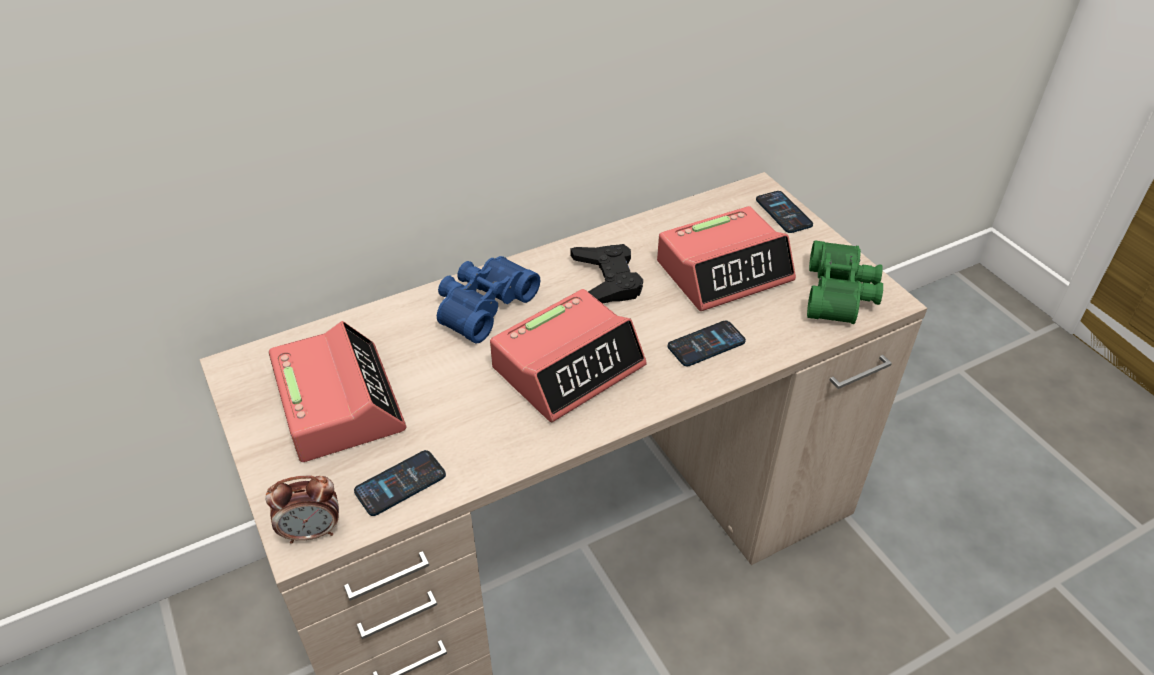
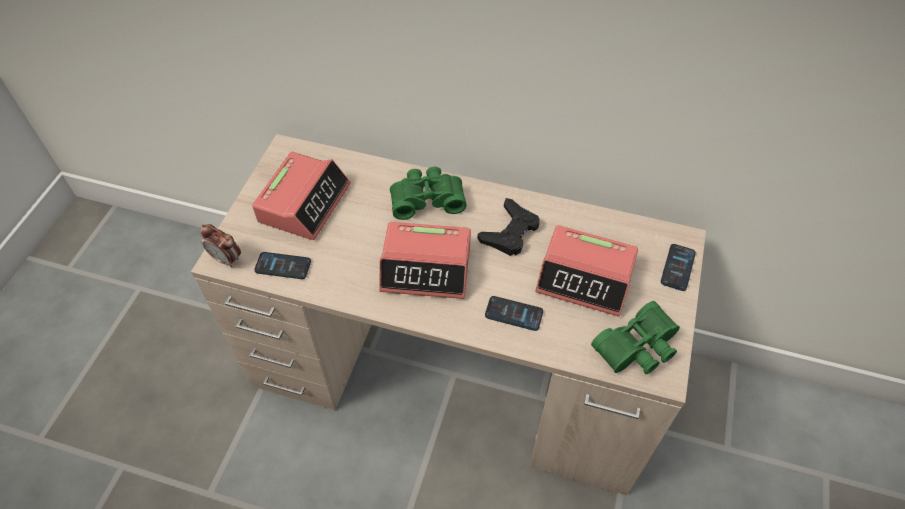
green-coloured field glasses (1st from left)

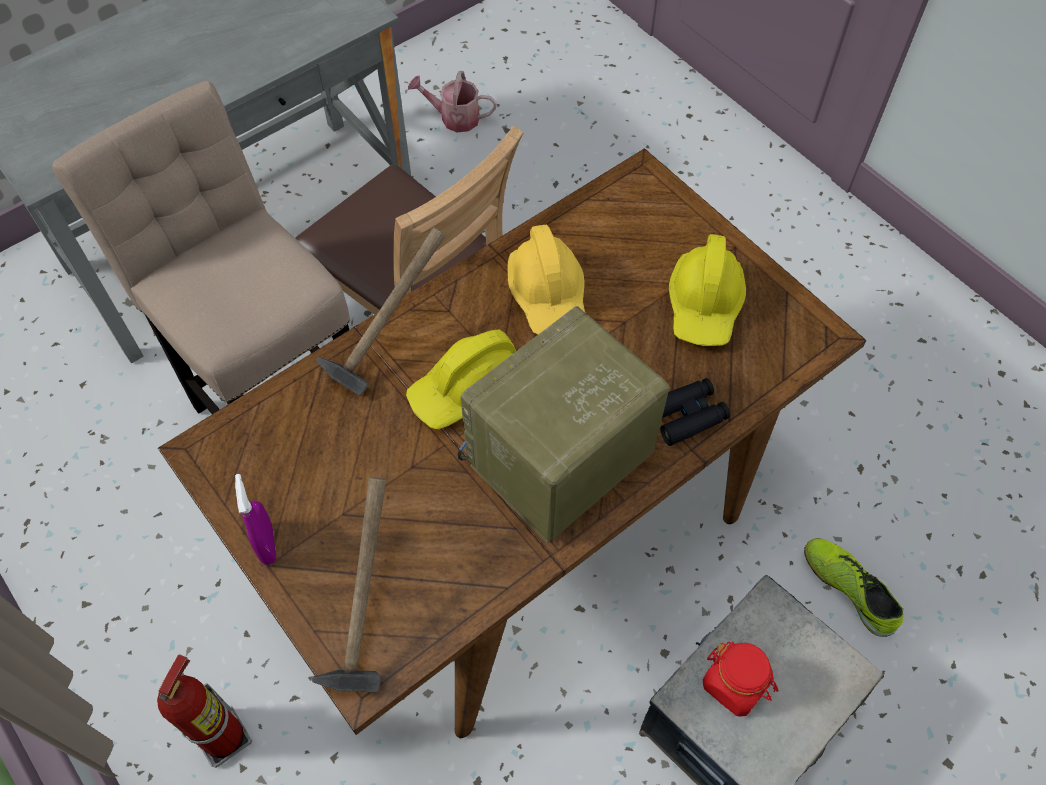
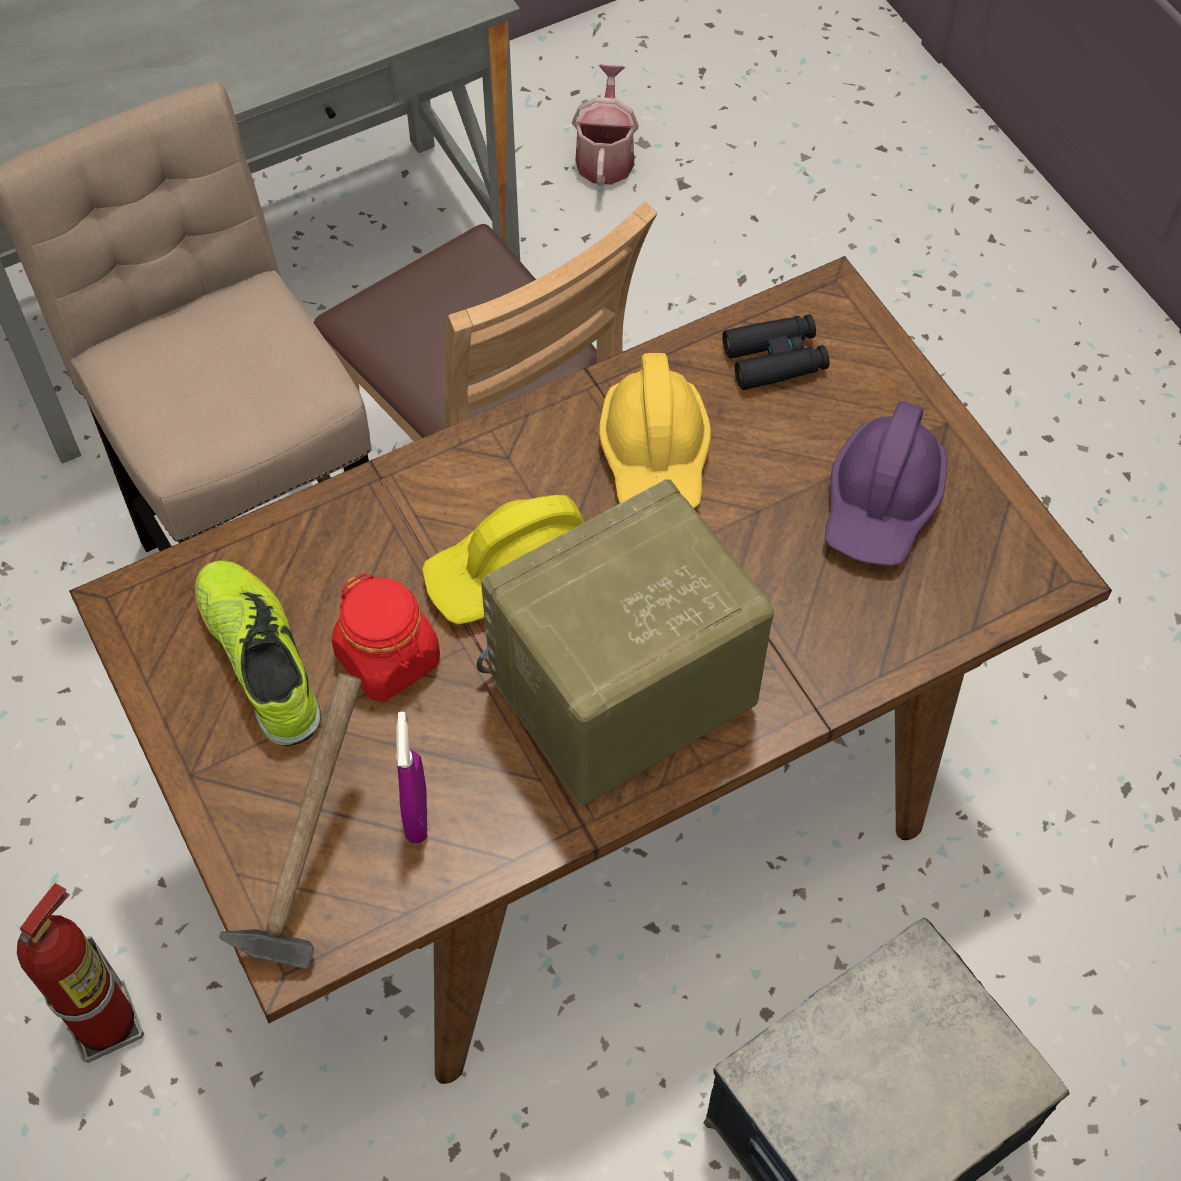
watering pot; tool hammer (2nd from left in the first image); purple-coloured hard hat; blackish field glasses; purple-coloured sprayer; low shoe; red-coloured jar

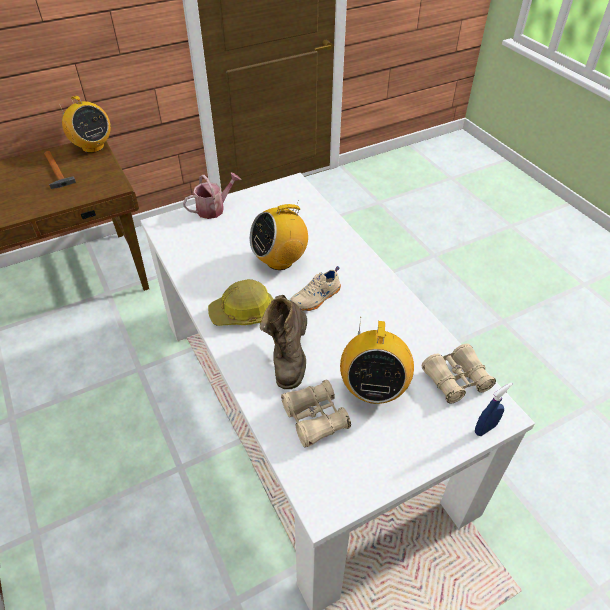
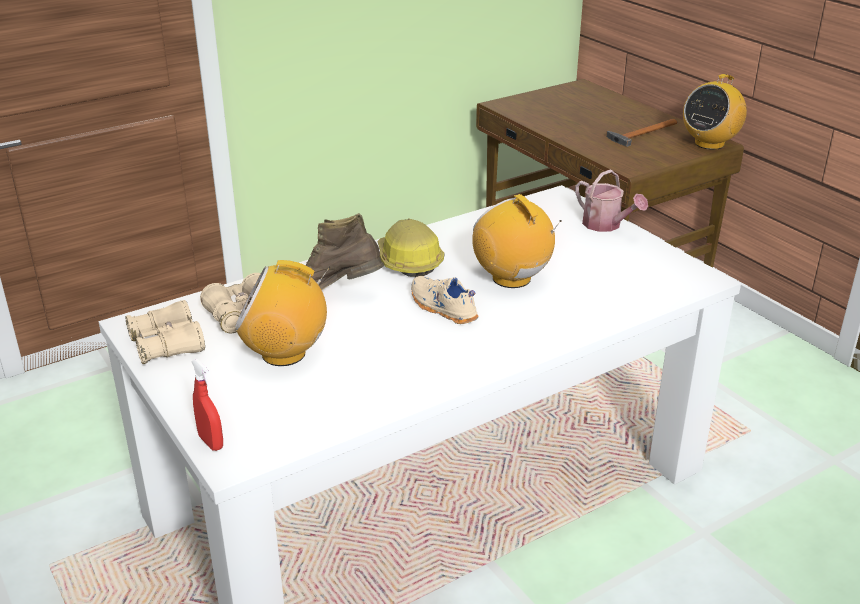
beige field glasses (1st from left); red-coloured sprayer

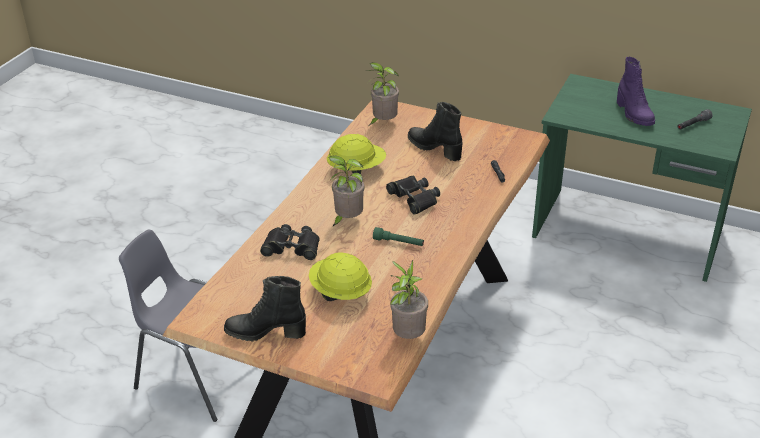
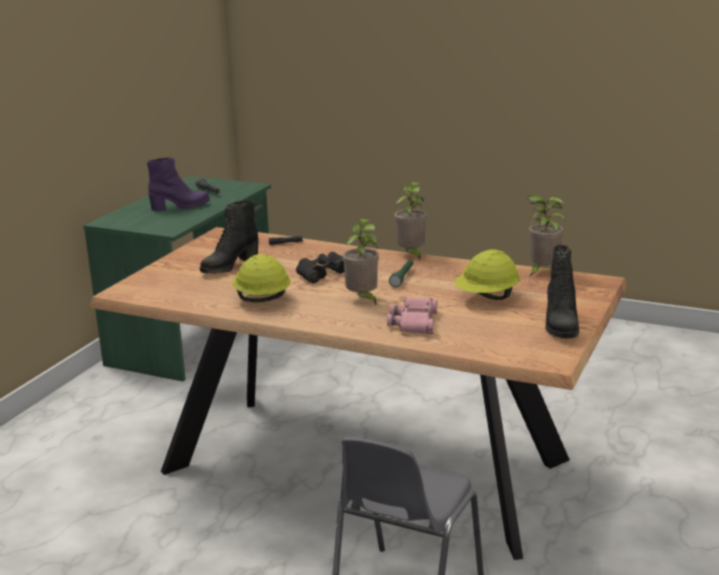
potted plant (2nd from left); pinkish field glasses

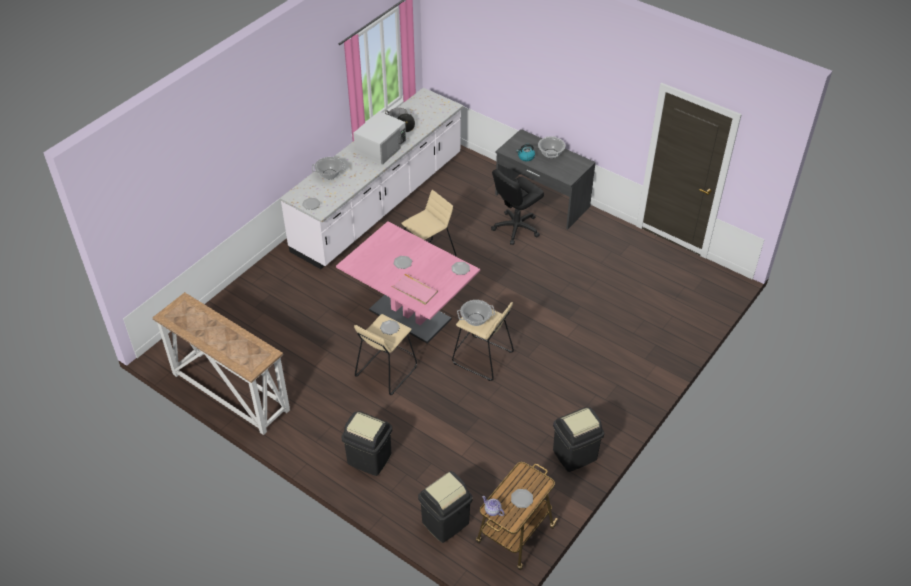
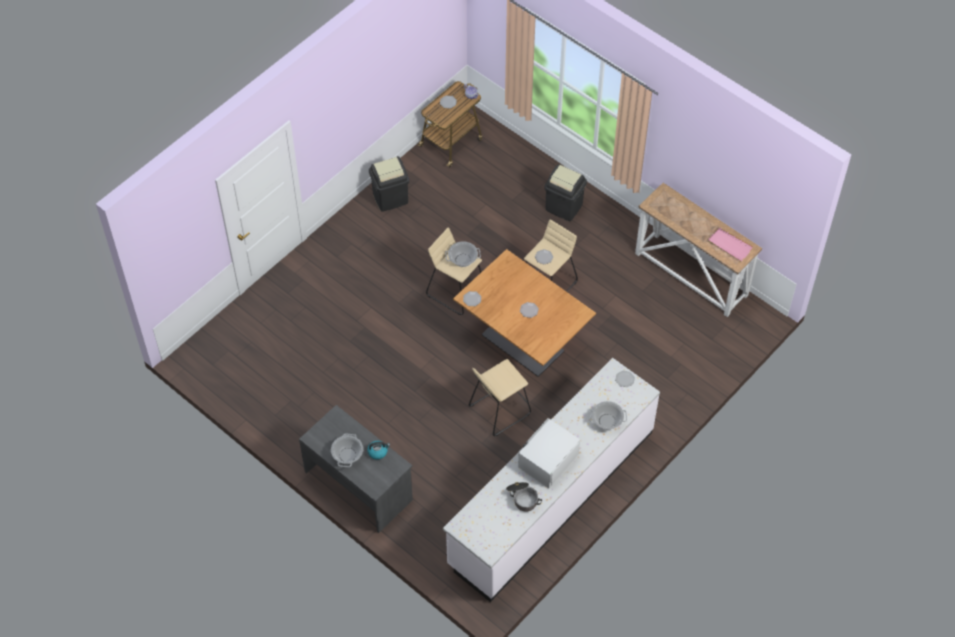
blackish office chair; brown dining table; pinkish carrying tray; blackish trash can (2nd from left in the first image)

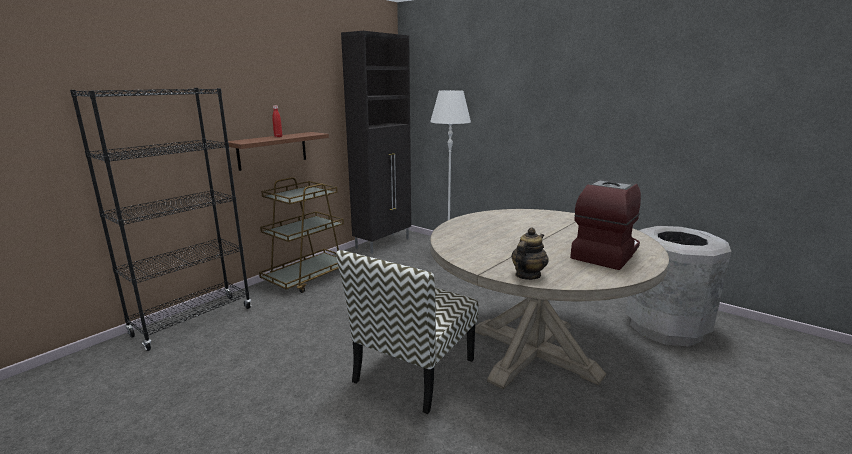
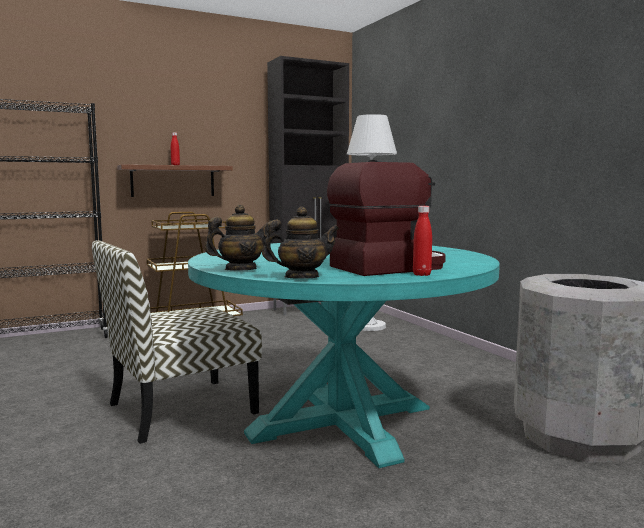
turquoise-coloured dining table; red-coloured drink bottle (2nd from left); pot for tea (2nd from left)

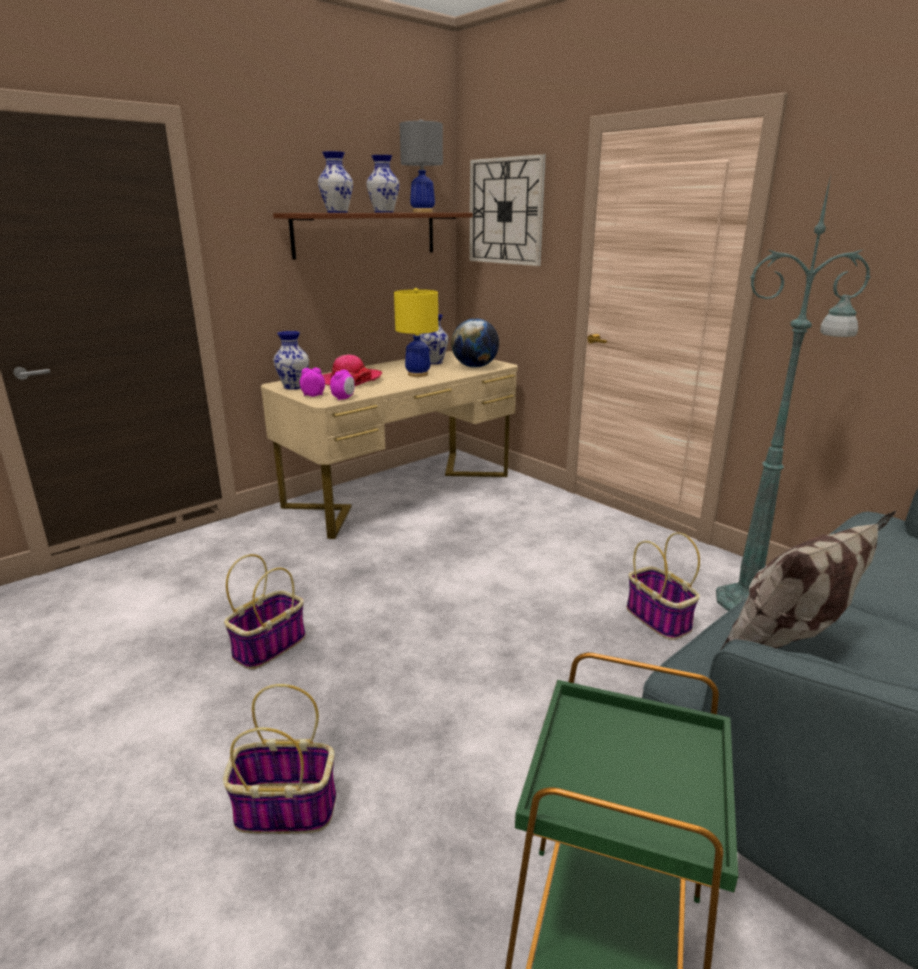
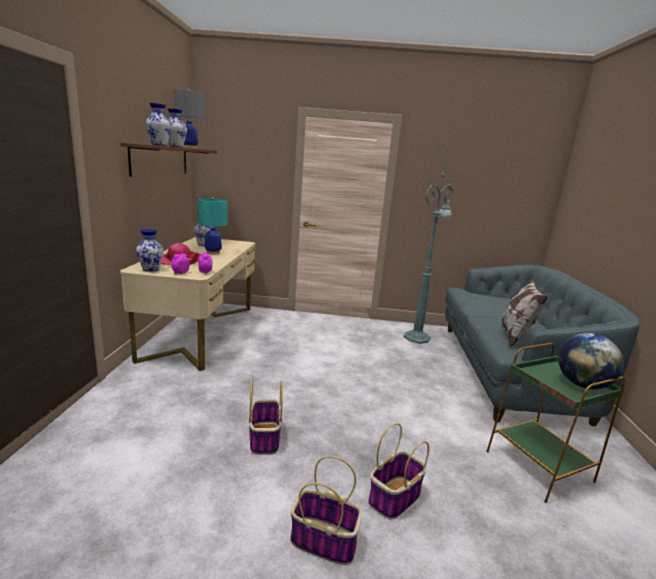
hanging clock; turquoise-coloured tabletop lamp; world globe; basket (2nd from left)

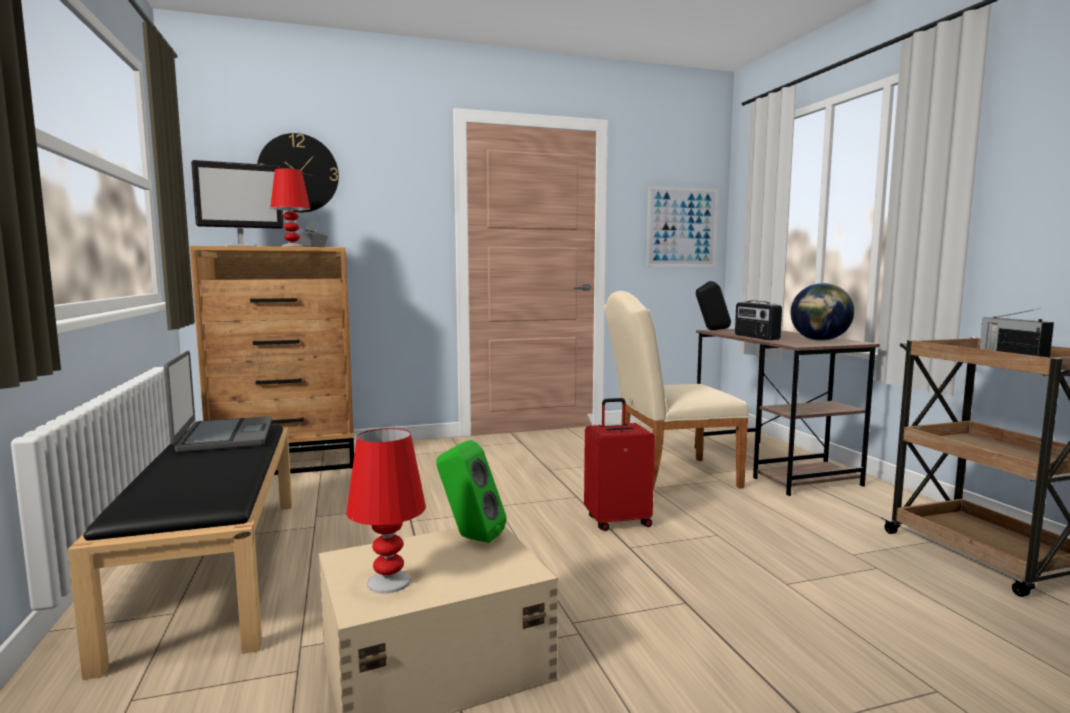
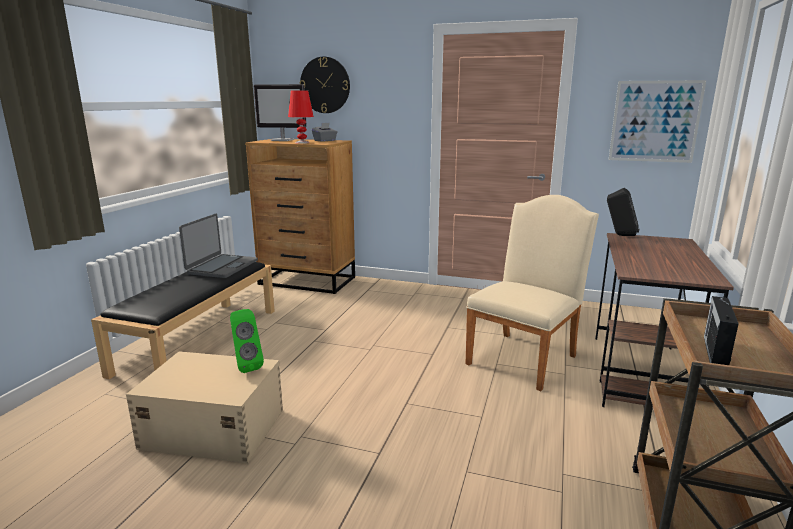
world globe; beige plain chair; radio (1st from left in the first image); red-coloured suitcase; red-coloured tabletop lamp (2nd from left in the first image)

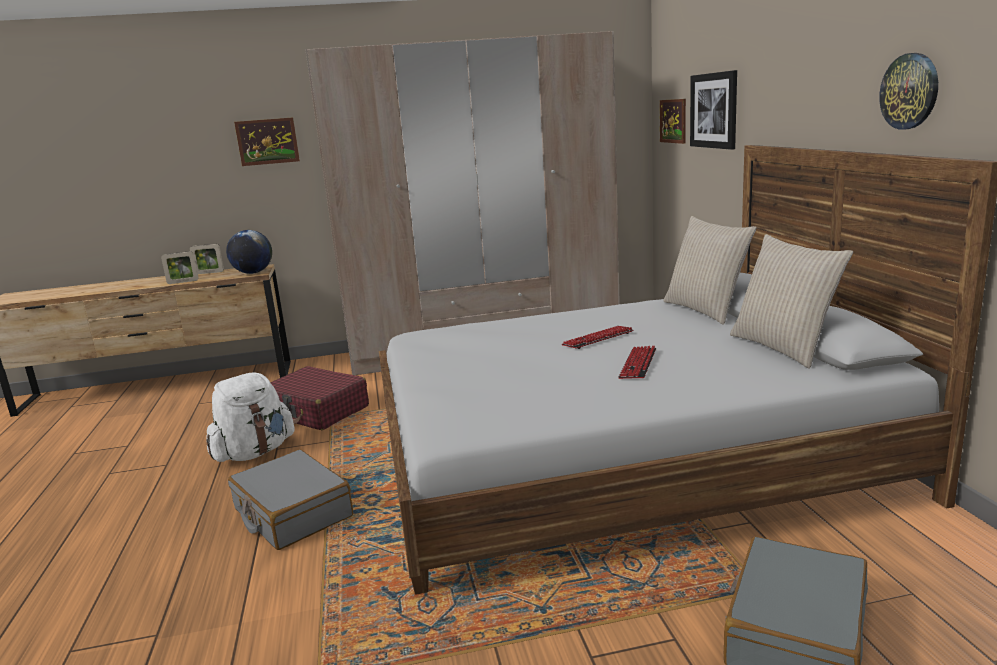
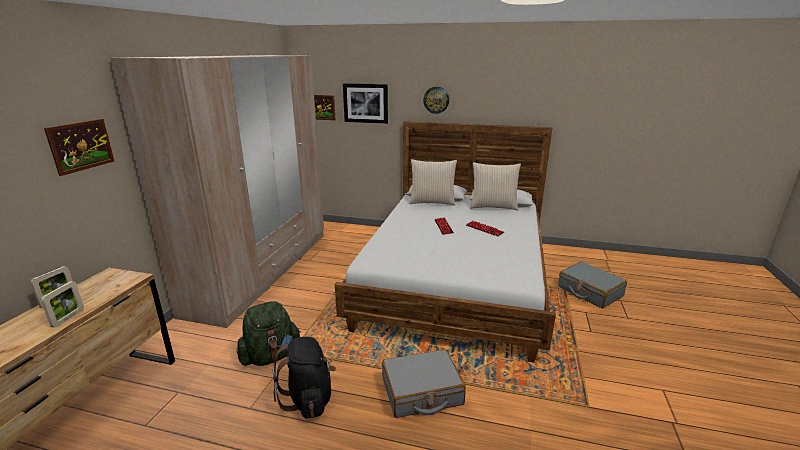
hanging clock; world globe; green-coloured backpack; blackish backpack

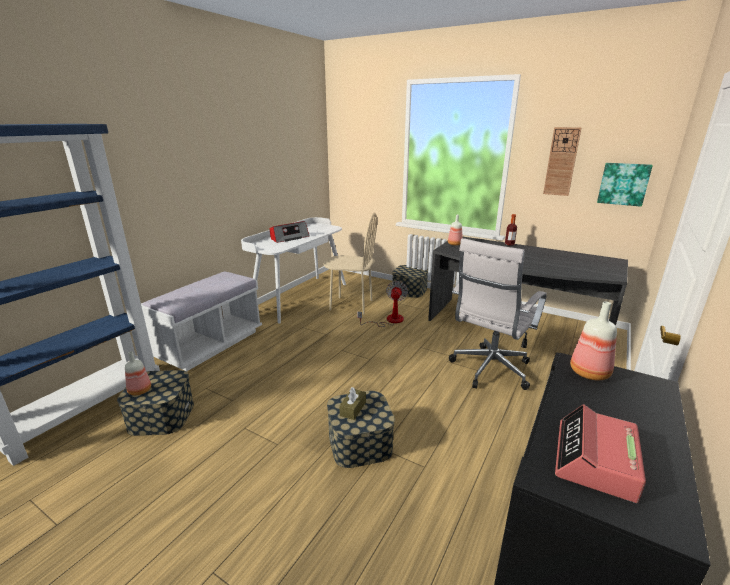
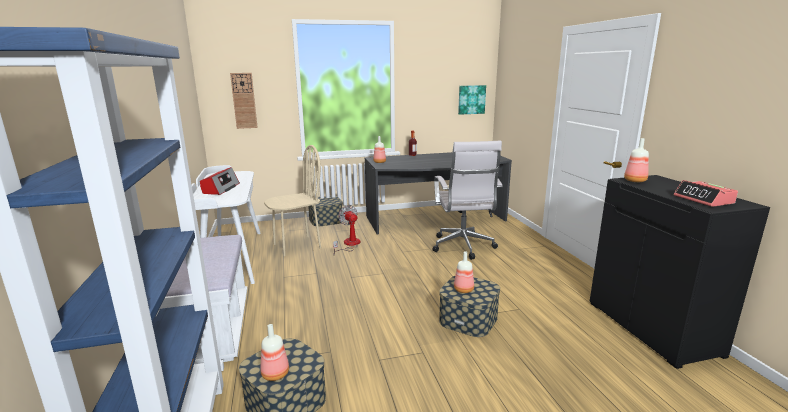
hanging clock; drink bottle (4th from left)

